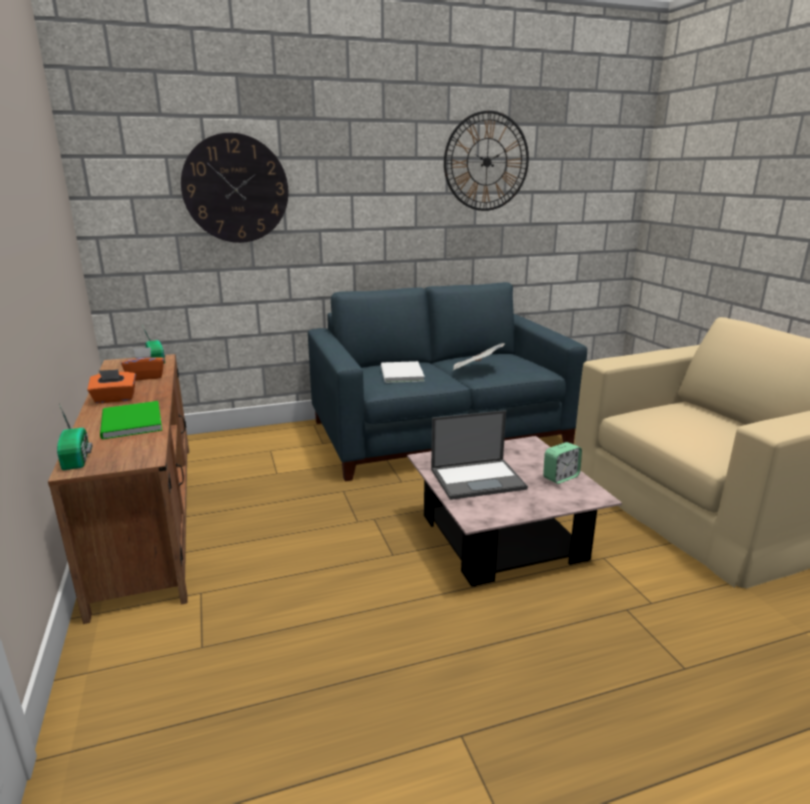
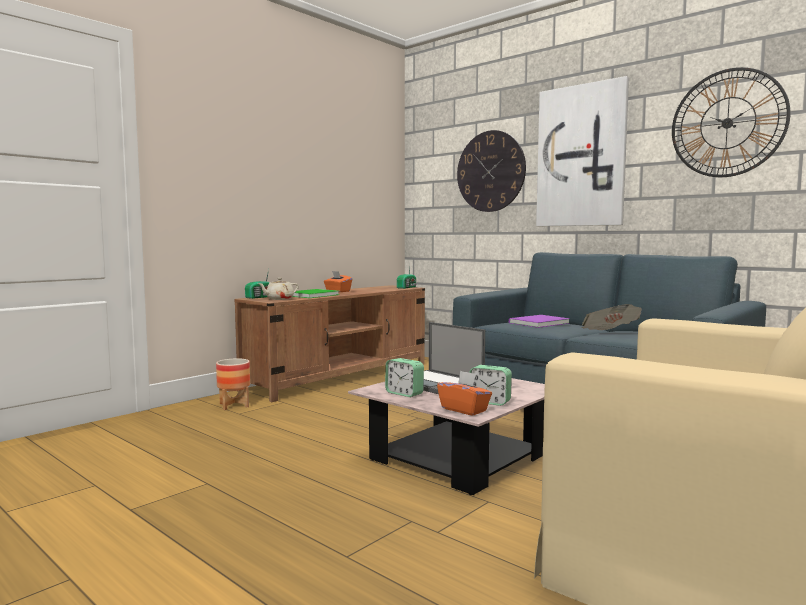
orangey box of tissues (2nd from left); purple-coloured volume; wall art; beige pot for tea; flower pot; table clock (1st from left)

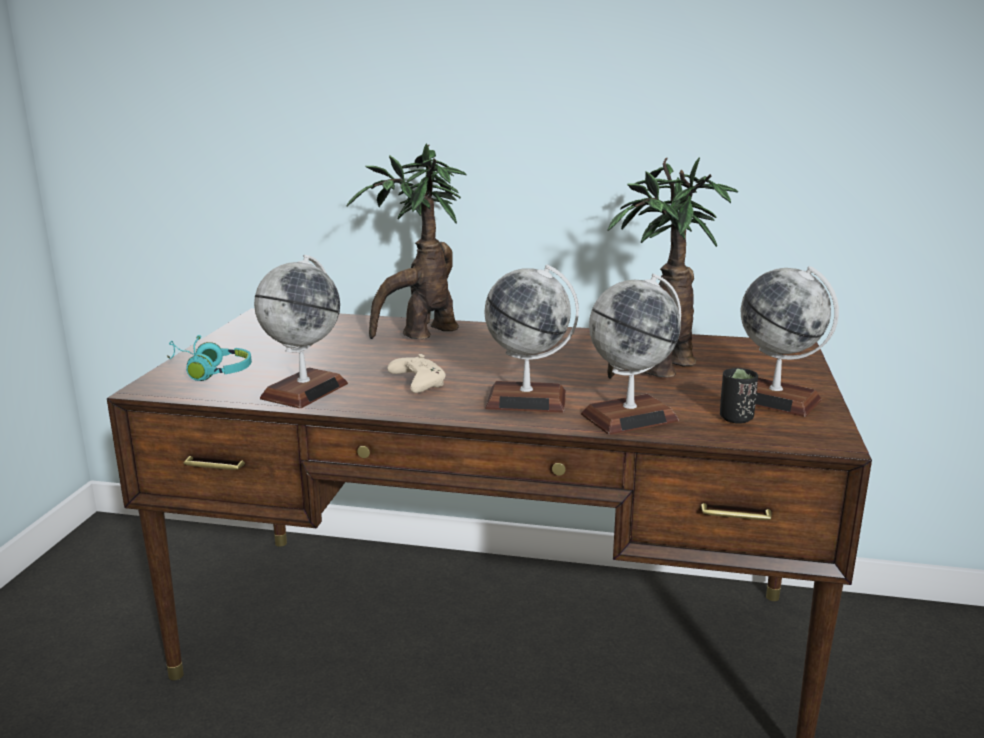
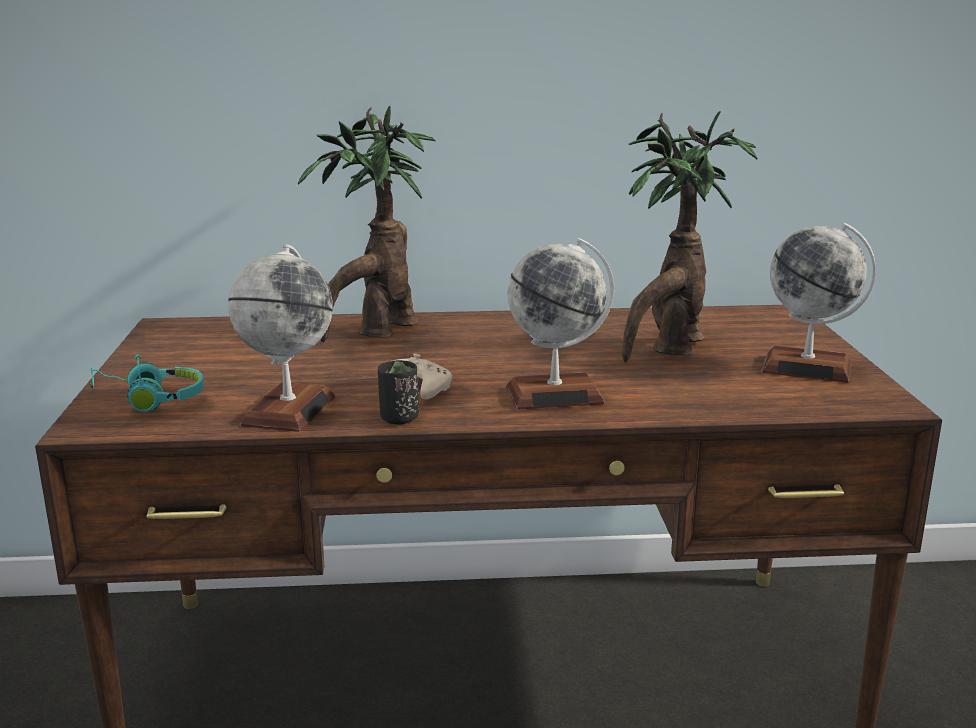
world globe (3rd from left in the first image); blackish cup

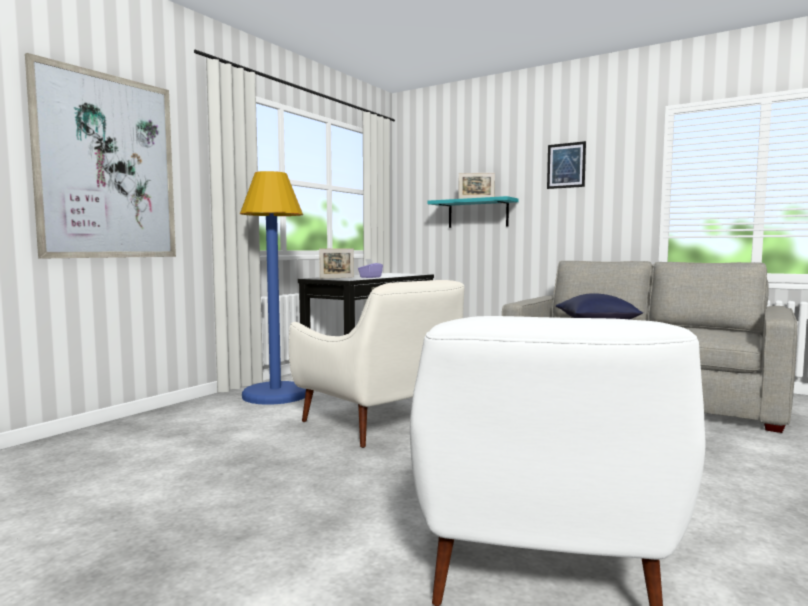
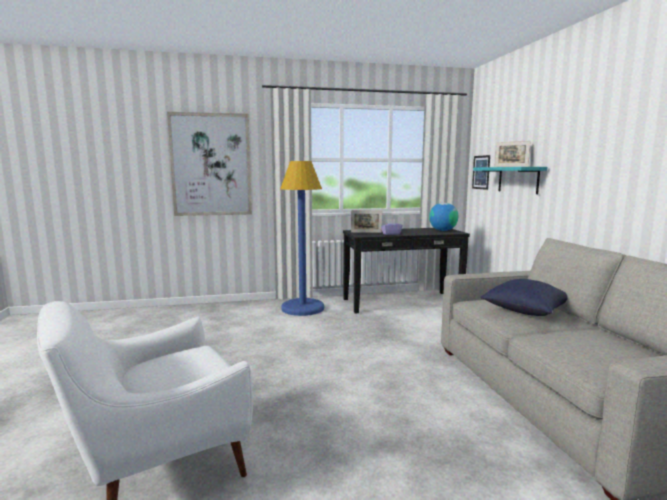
wall art (2nd from left); white armchair (1st from left in the first image); world globe

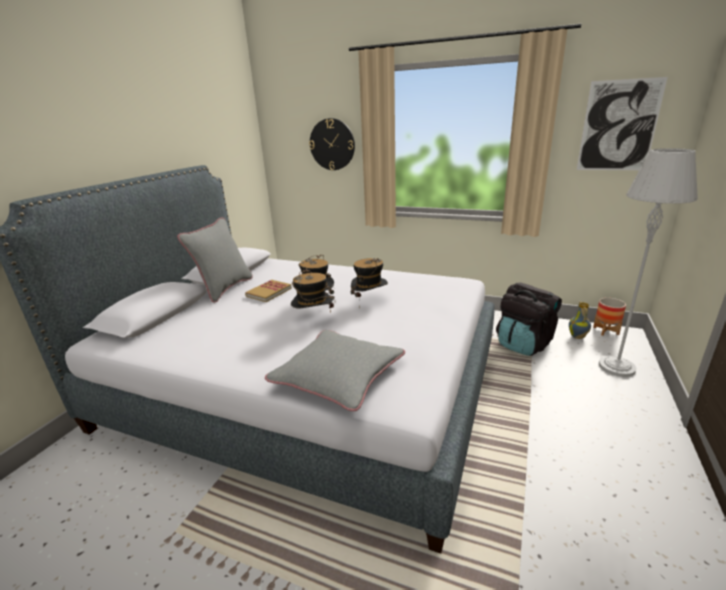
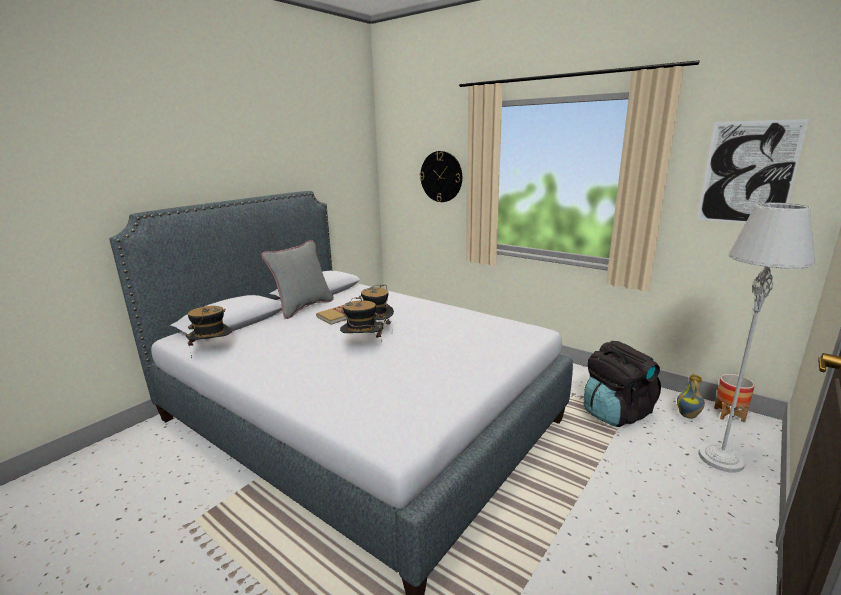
clothing hat (1st from left); greyish cushion (2nd from left in the first image)

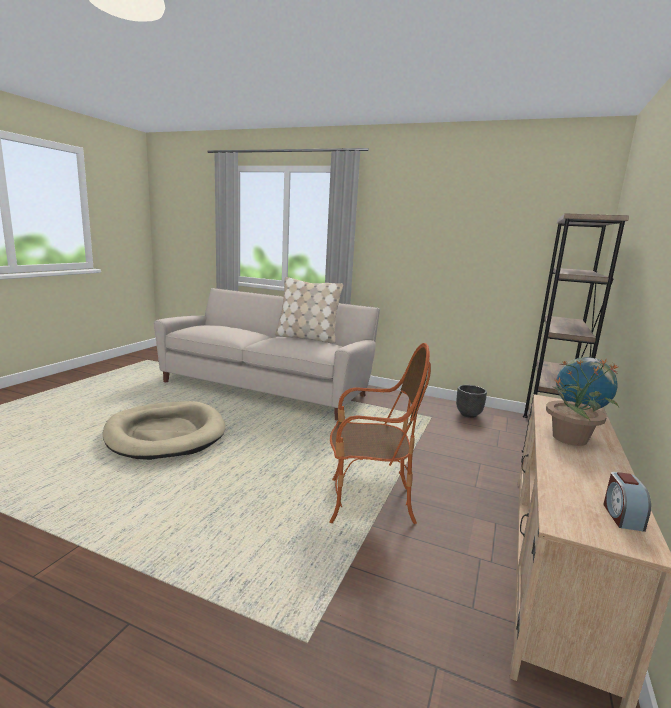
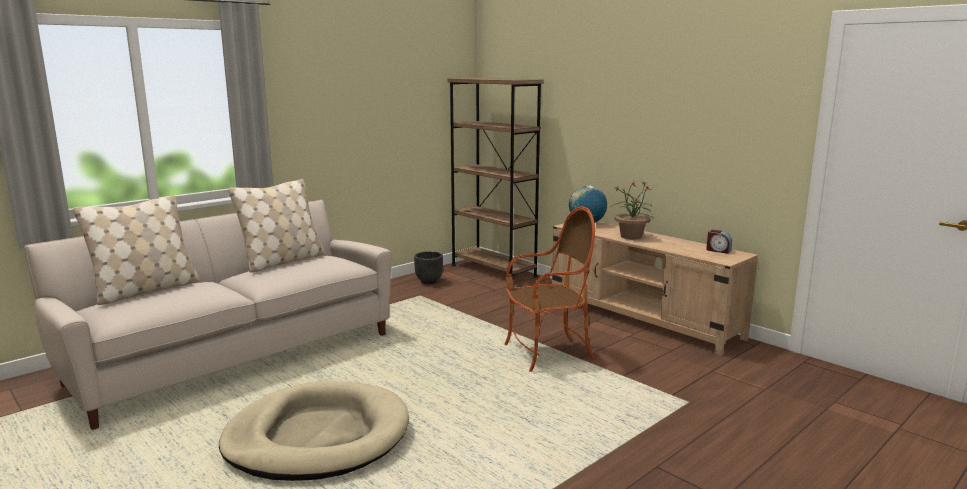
armchair; beige cushion (1st from left)

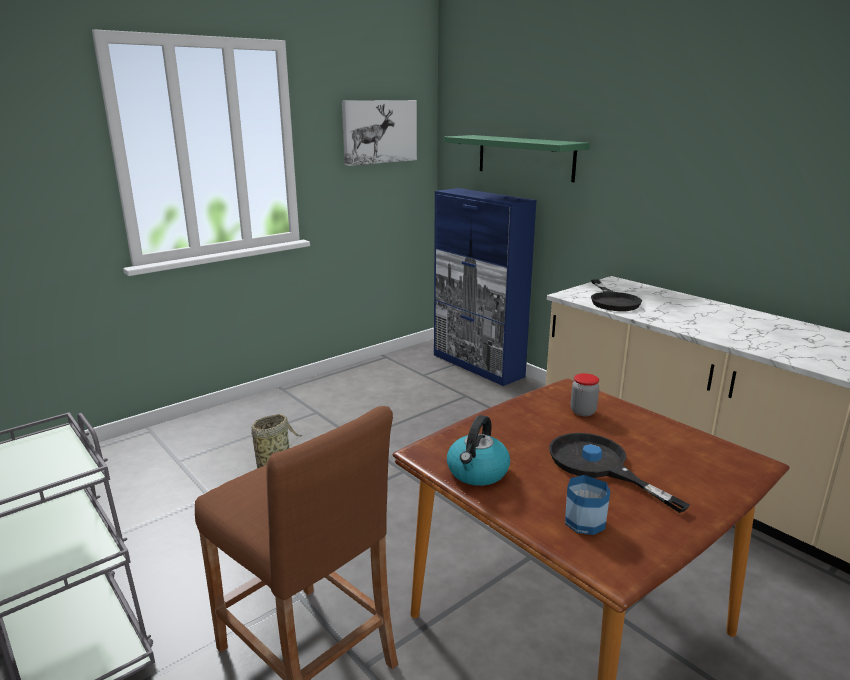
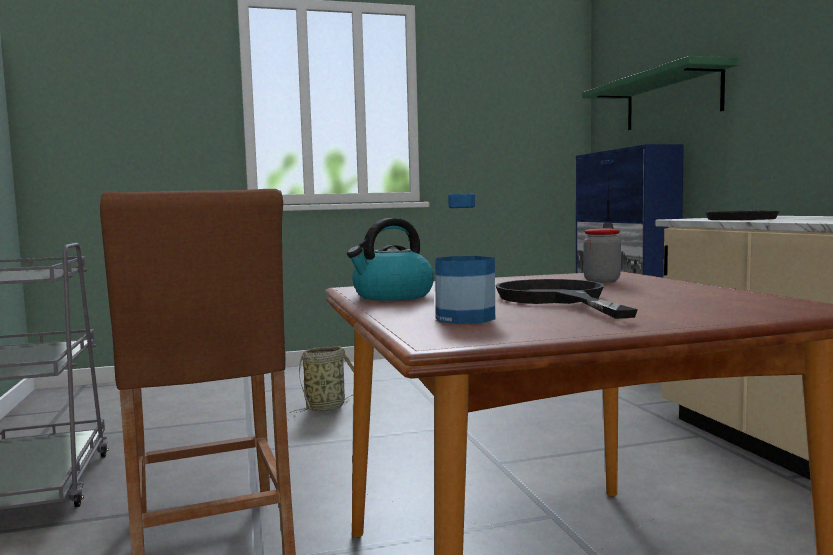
wall art

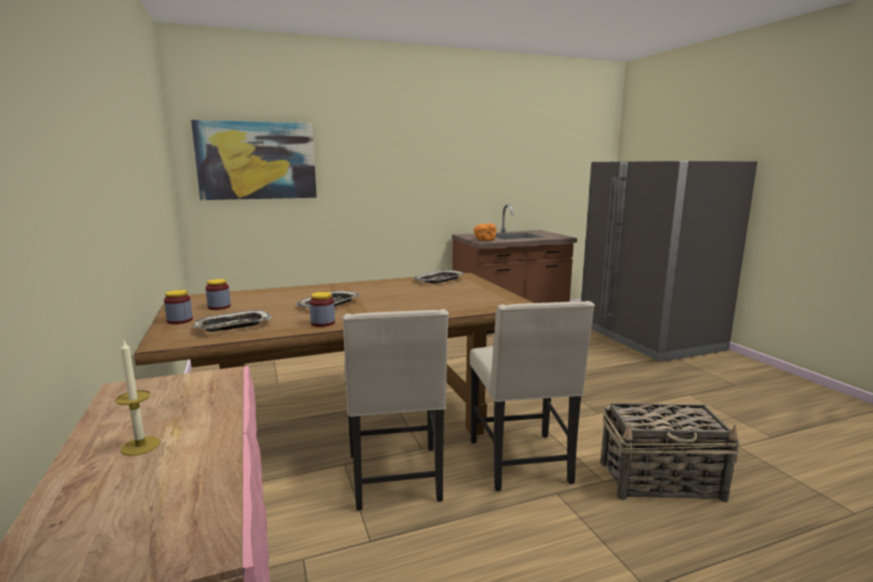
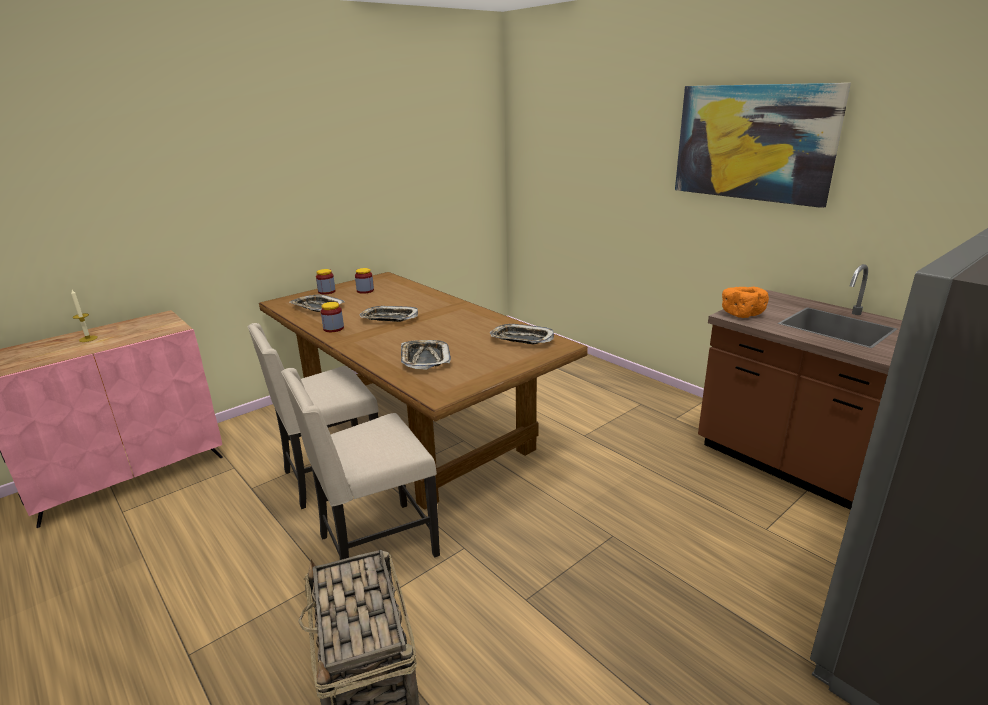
wall art; carrying tray (3rd from left)

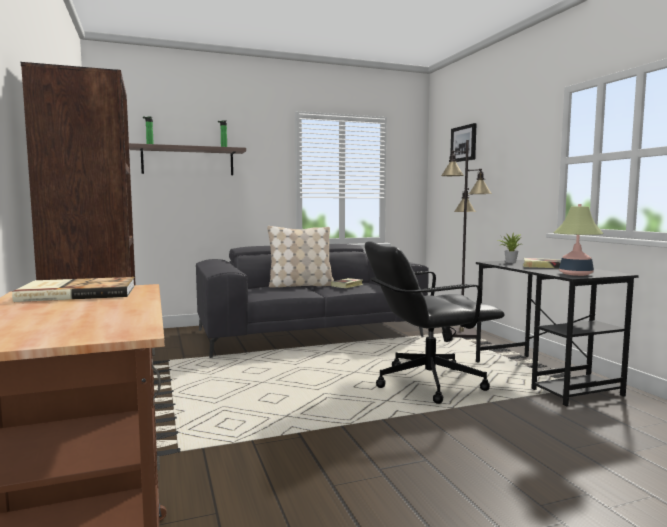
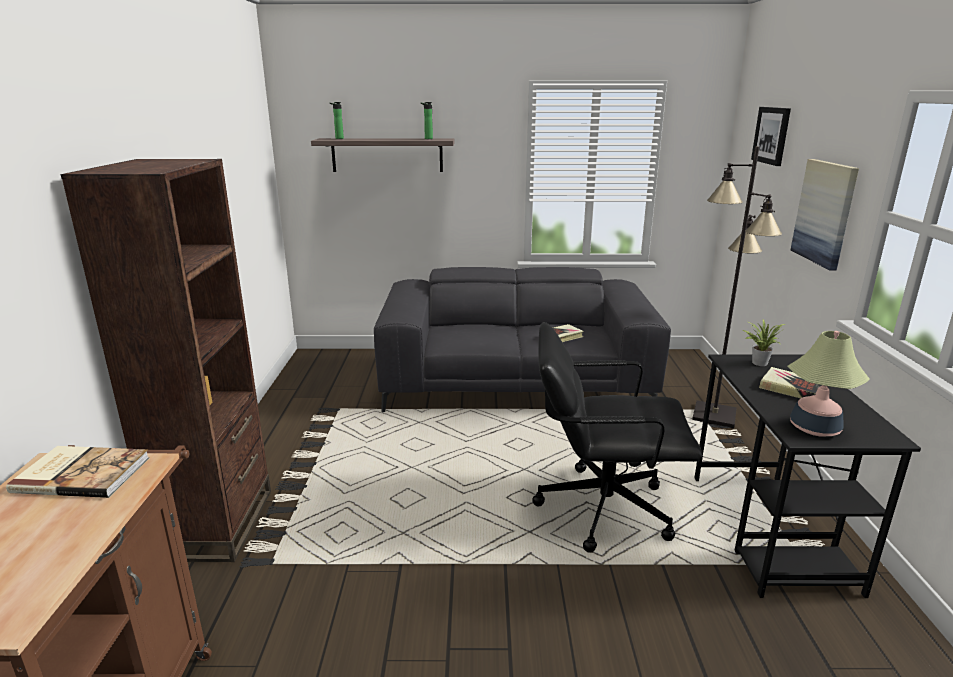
beige cushion; wall art (2nd from left)

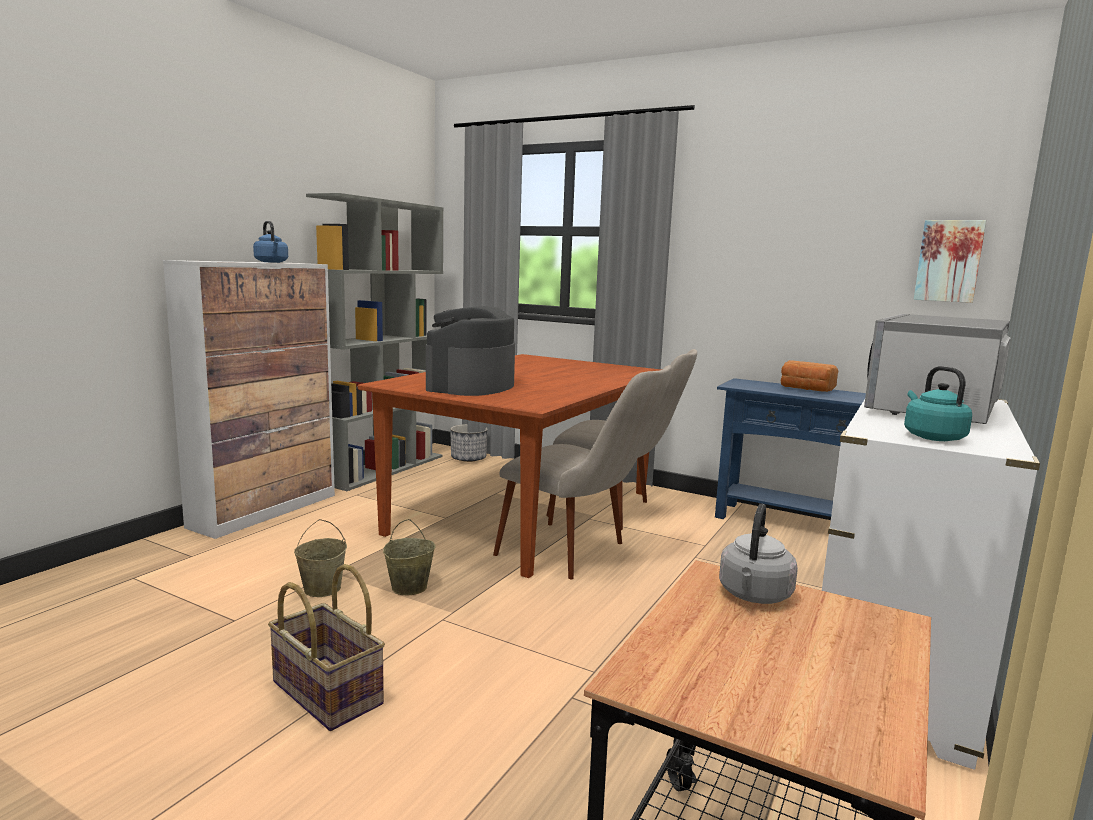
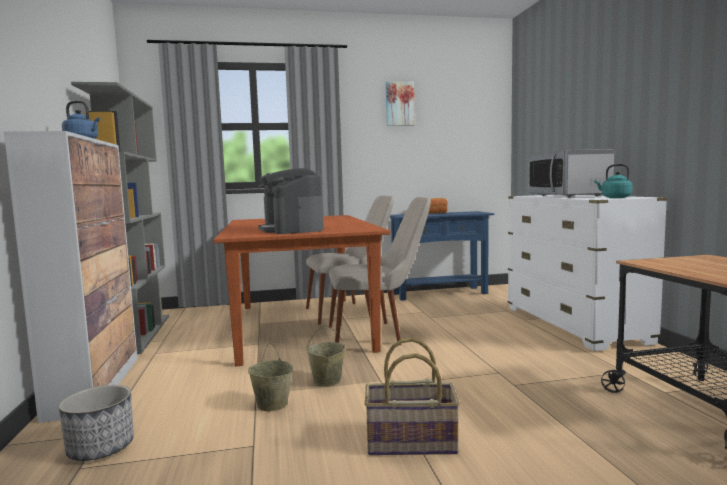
wall art; flower pot; greyish kettle

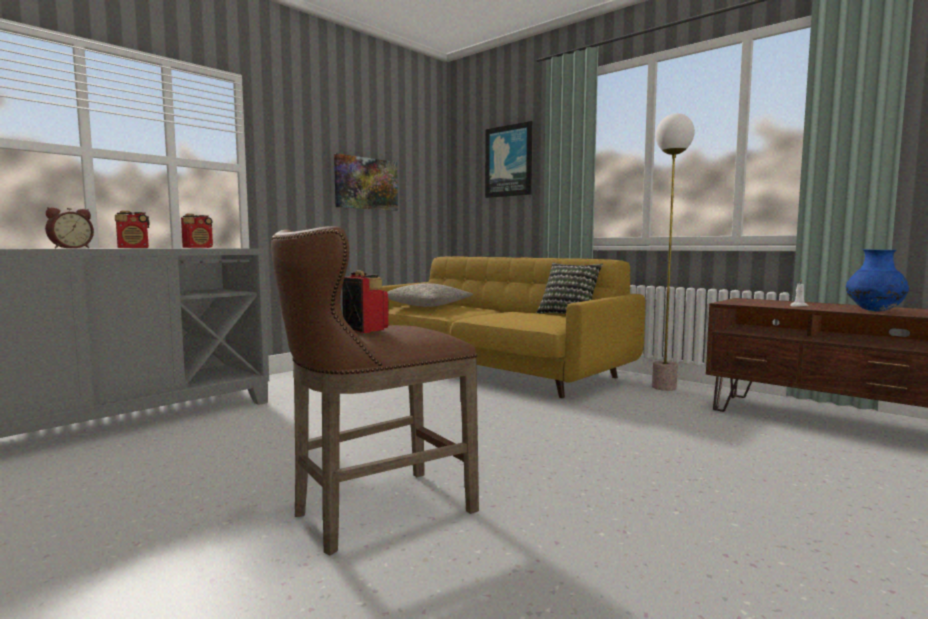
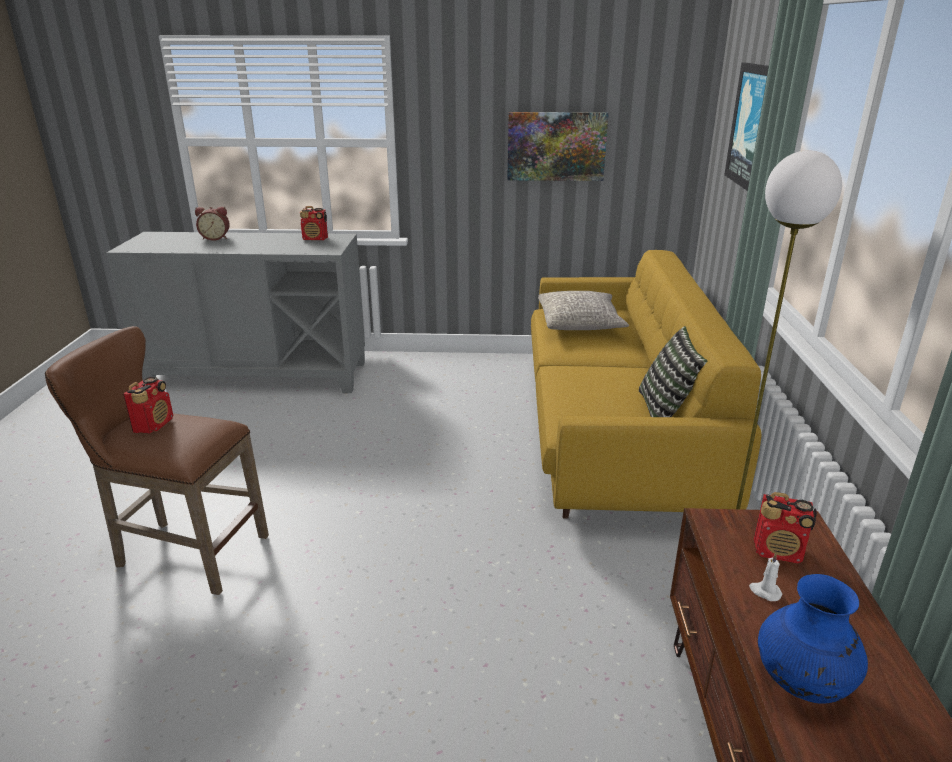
radio (3rd from left)

